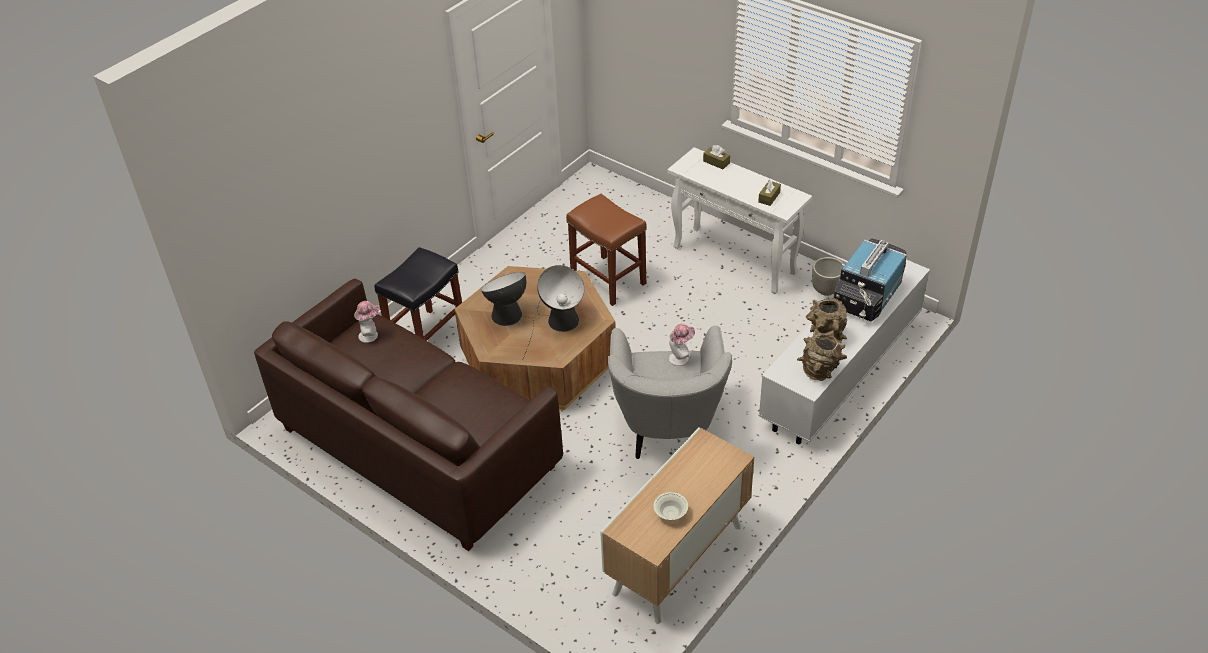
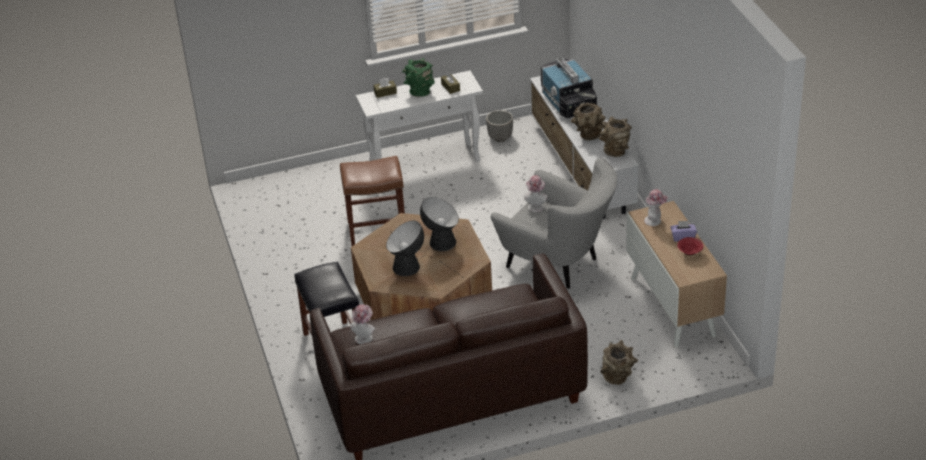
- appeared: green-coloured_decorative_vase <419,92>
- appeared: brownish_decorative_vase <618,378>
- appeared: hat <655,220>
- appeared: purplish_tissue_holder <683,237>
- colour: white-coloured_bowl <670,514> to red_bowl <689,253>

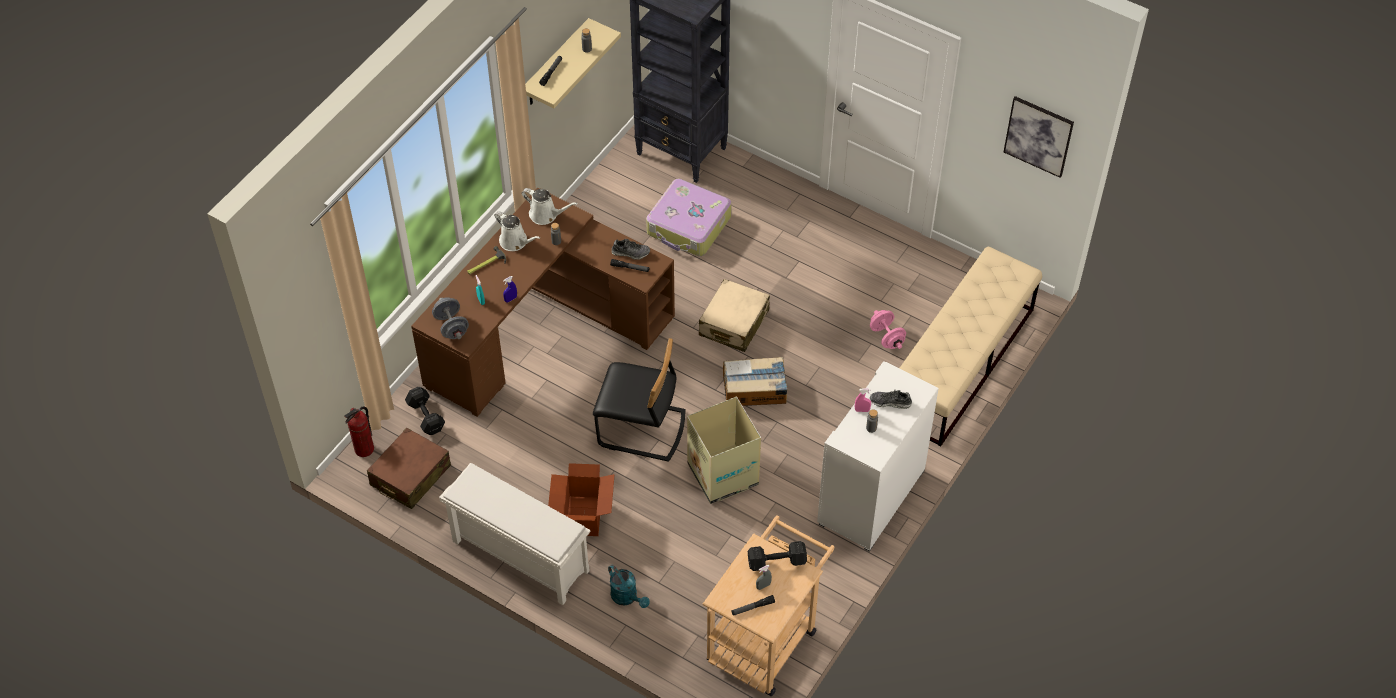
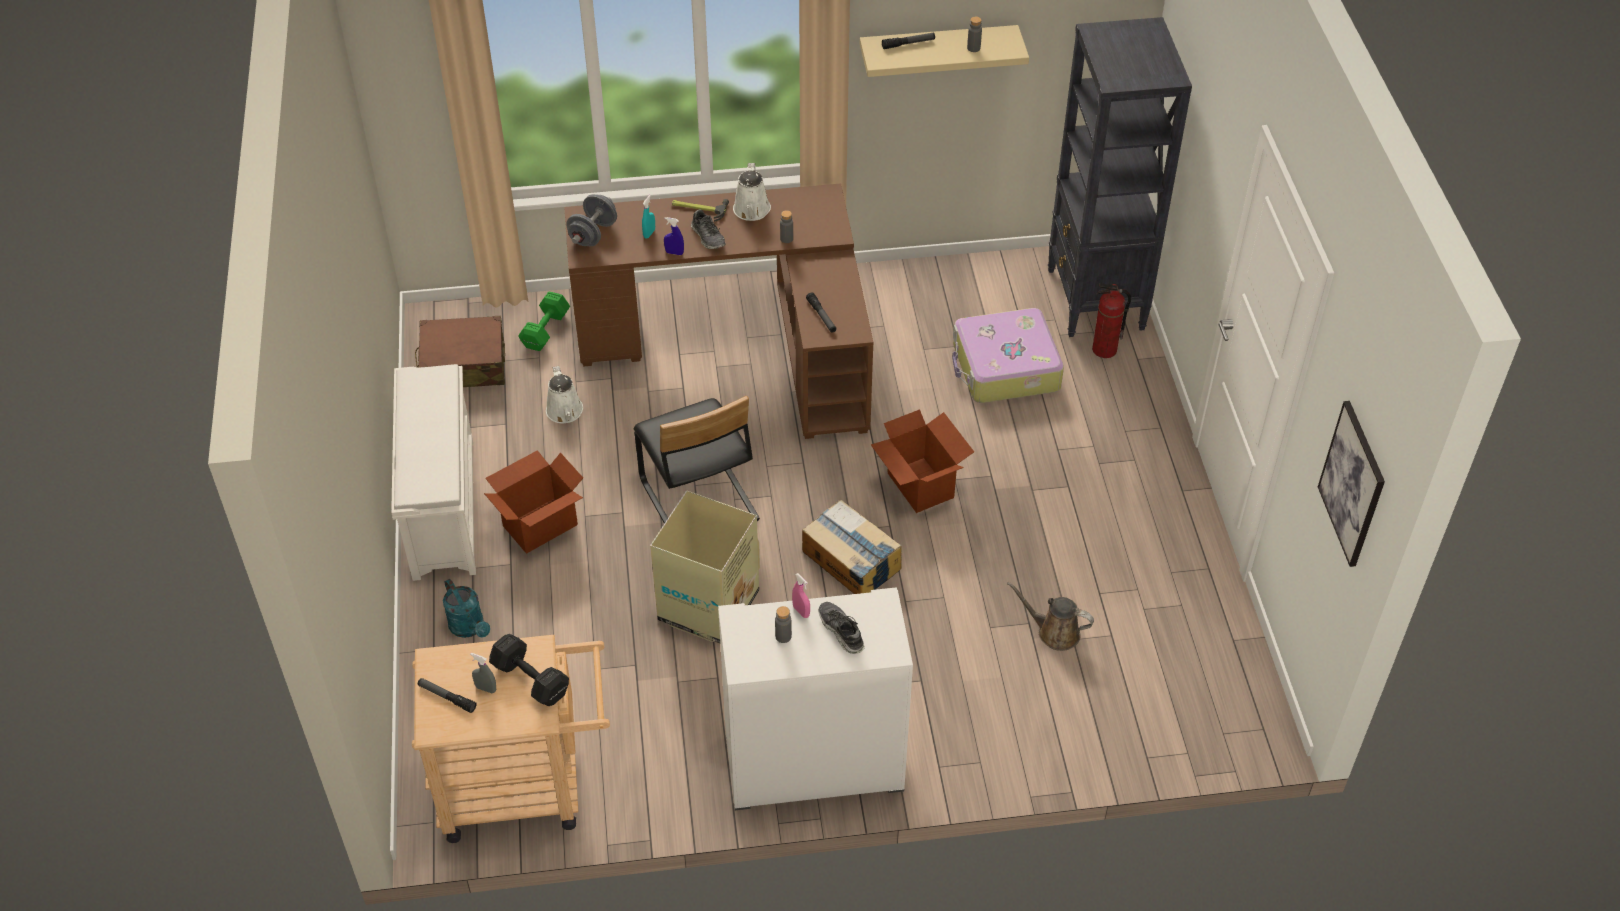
- missing: sand-coloured_bench <960,364>
- relocated: extinguisher <364,449> to <1104,350>
- relocated: white-coloured_watering_can <546,215> to <565,413>
- relocated: item_of_footwear <630,253> to <708,237>
- exchanged: sand-coloured_travel_case <733,323> to packing_box <919,486>
- exchanged: pink_dumbbell <886,337> to brownish_watering_can <1054,632>
- colour: black-coloured_dumbbell <426,415> to green-coloured_dumbbell <546,329>
- spun: blue-green_watering_can <627,597> = <470,628> 45 degrees counterclockwise

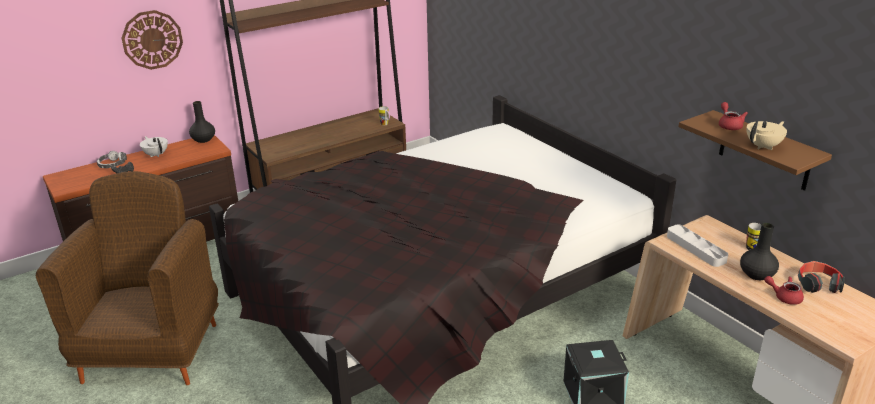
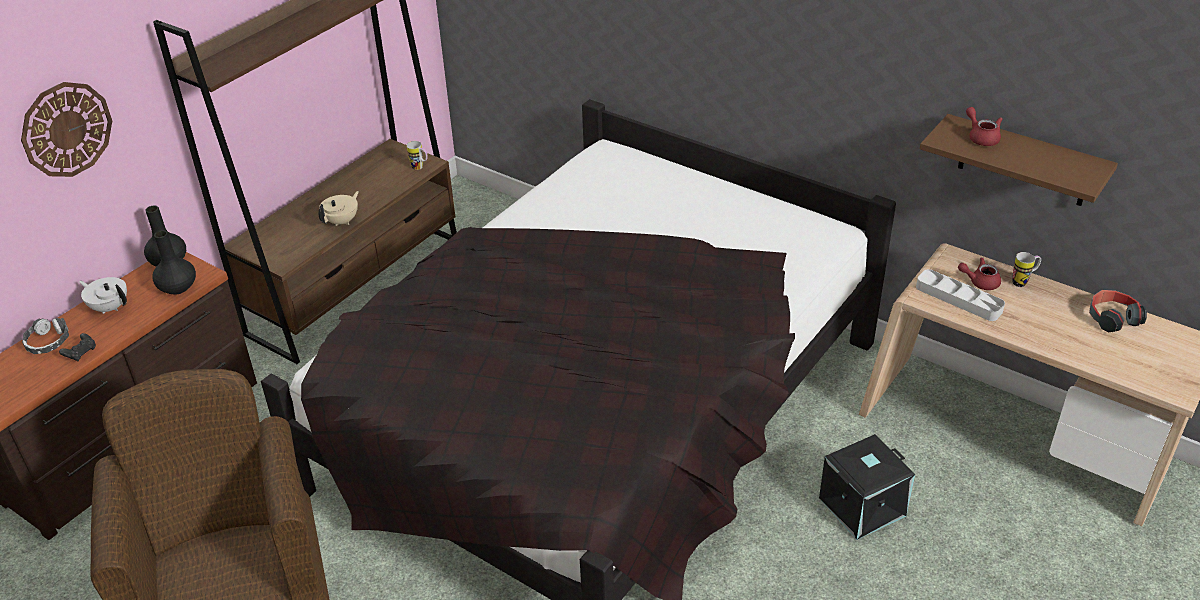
- relocated: black-coloured_decorative_vase <757,275> to <178,287>
- relocated: sand-coloured_tea_pot <763,146> to <342,221>
- relocated: red_tea_pot <784,297> to <979,282>

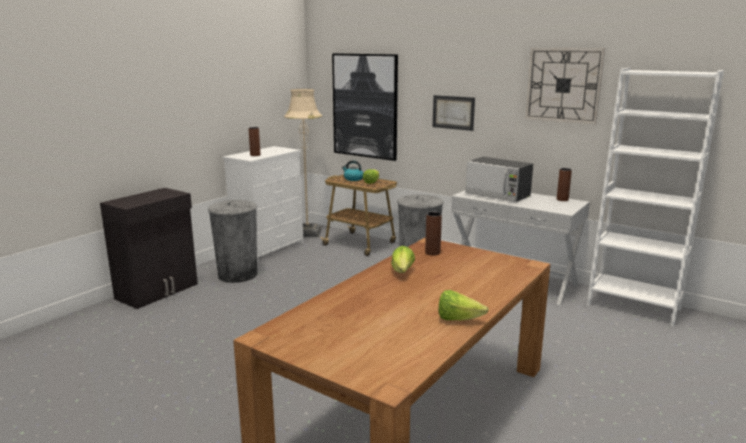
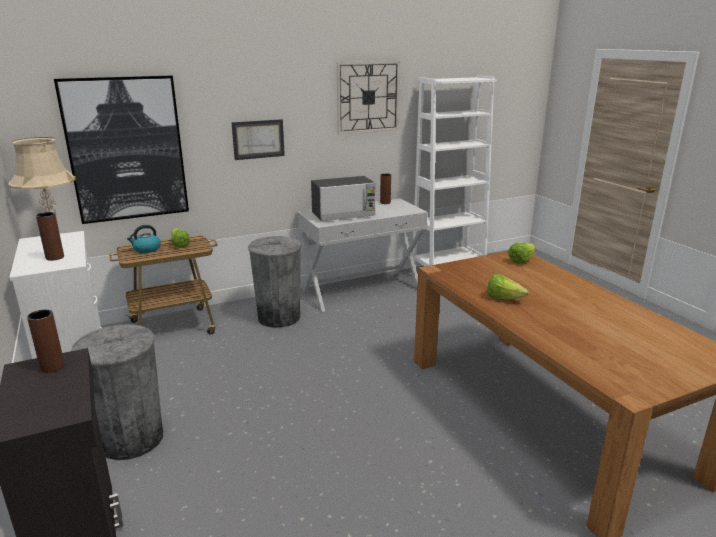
- relocated: brownish_decorative_vase <432,253> to <52,367>
- relocated: head_of_lettuce <458,319> to <521,261>

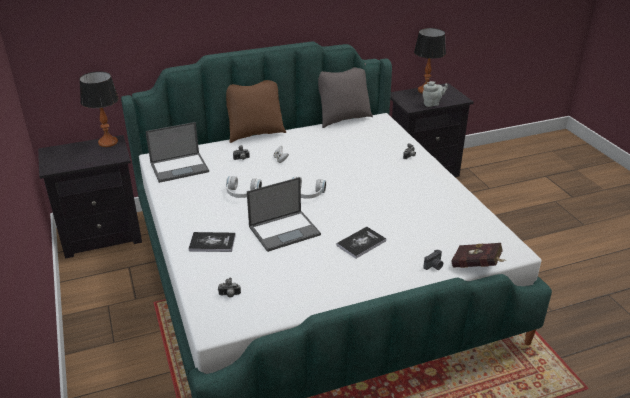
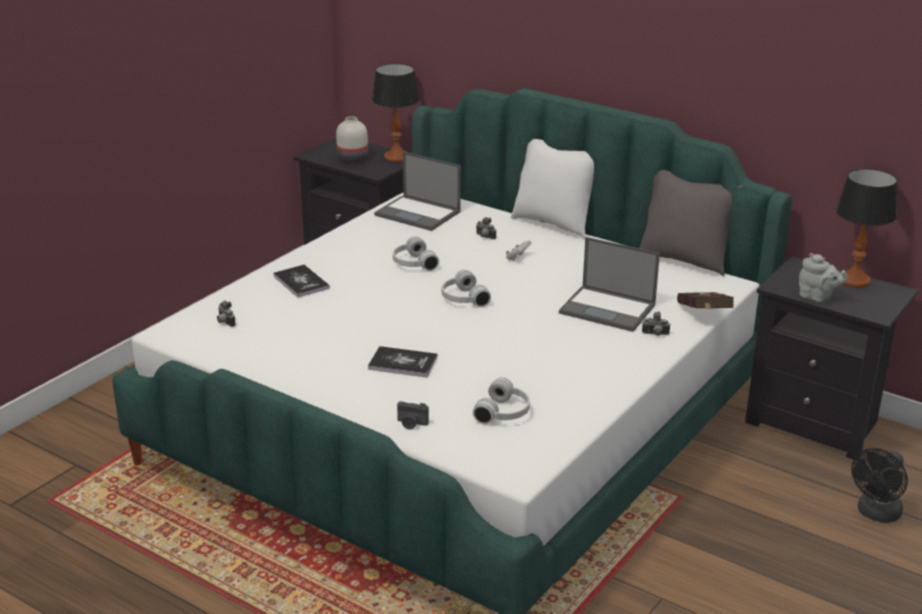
- appeared: white-coloured_decorative_vase <353,159>
- appeared: white-coloured_pair_of_headphones <504,413>
- appeared: black-coloured_cooling_fan <876,514>
- relocated: laptop <285,230> to <608,309>
- relocated: red_bound_book <477,266> to <703,316>
- colour: brownish_throw_pillow <255,134> to white-coloured_throw_pillow <553,223>

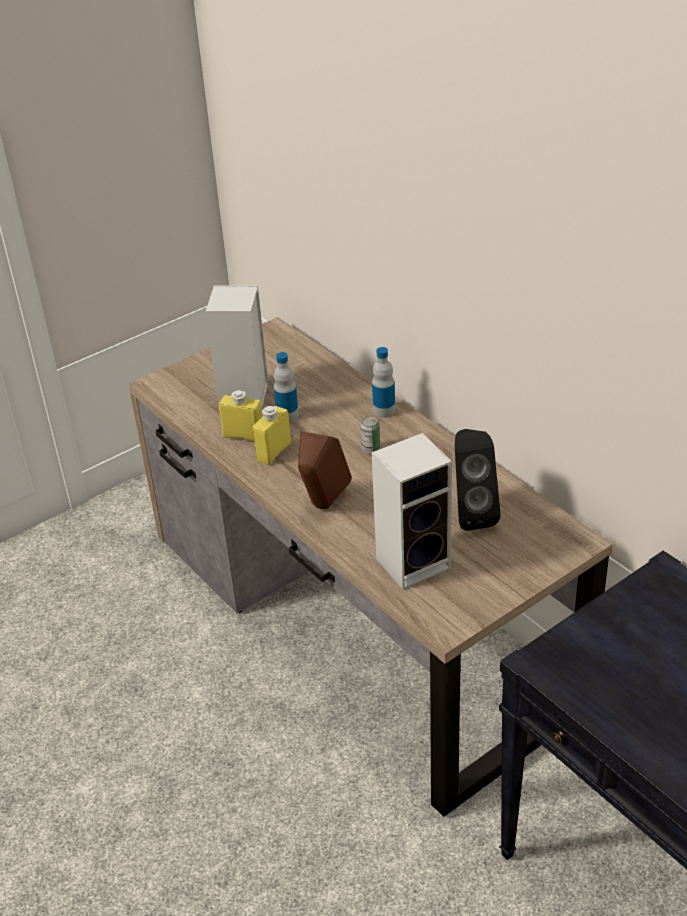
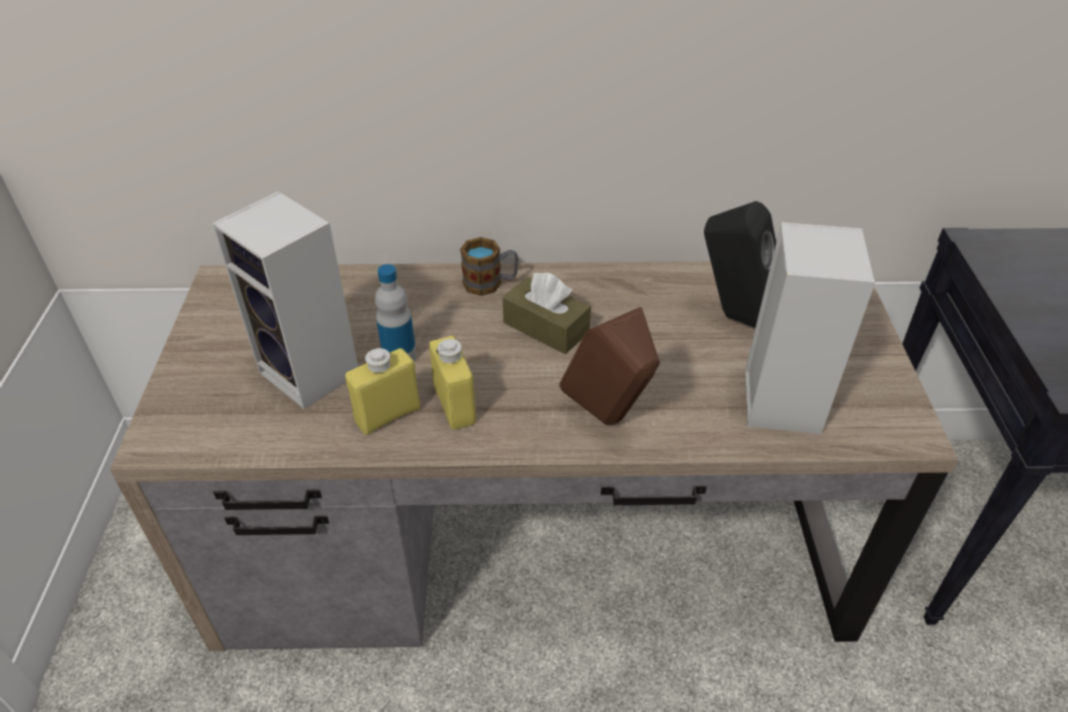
- exchanged: can <371,449> to brownish_tissue_holder <546,327>
- exchanged: drink_bottle <384,411> to coffee_mug <490,283>

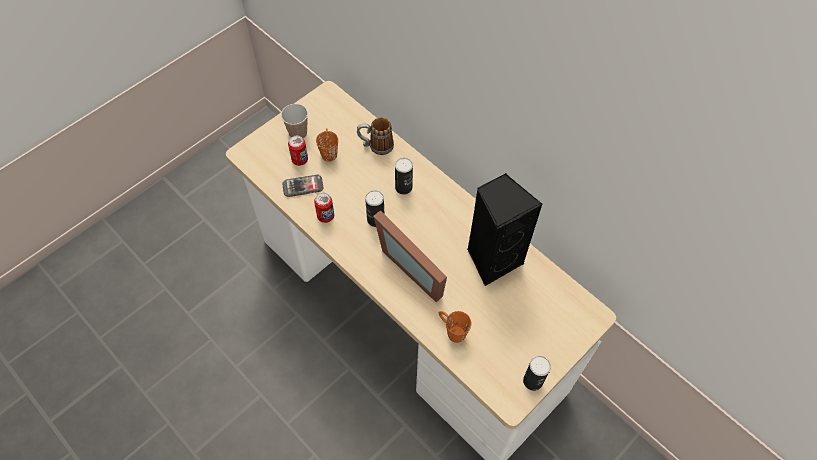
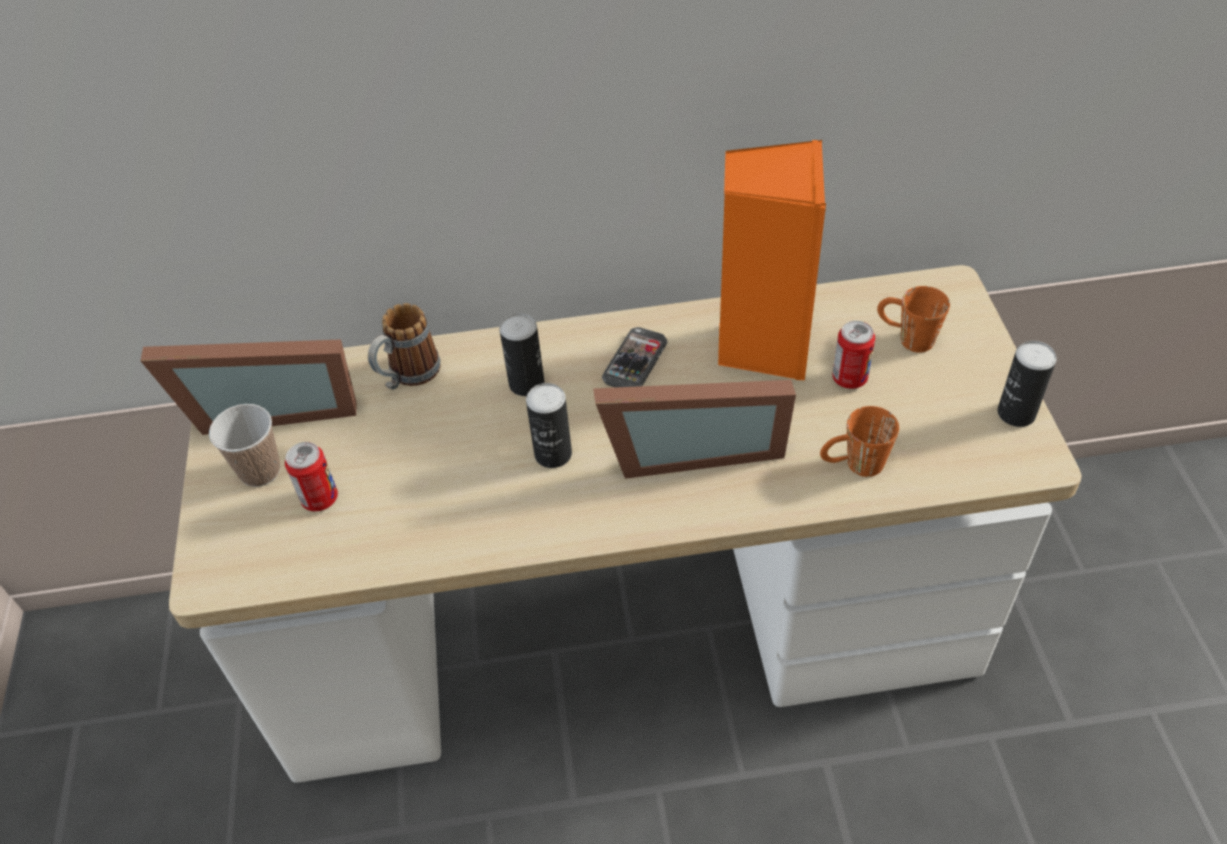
- appeared: photo_frame <272,407>
- relocated: telephone <303,186> to <635,361>
- relocated: can <325,216> to <849,378>
- relocated: orange_coffee_mug <328,151> to <906,337>
- colour: black-coloured_speaker <492,259> to orange_speaker <762,345>

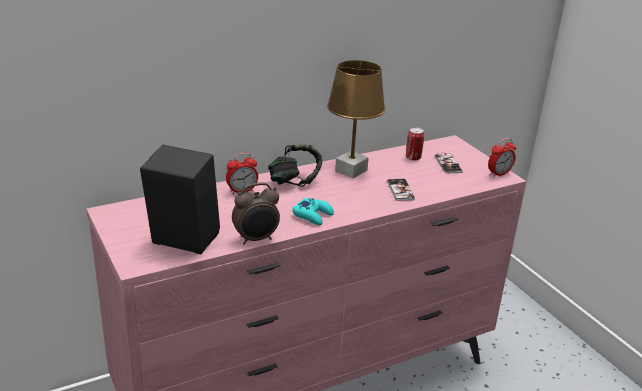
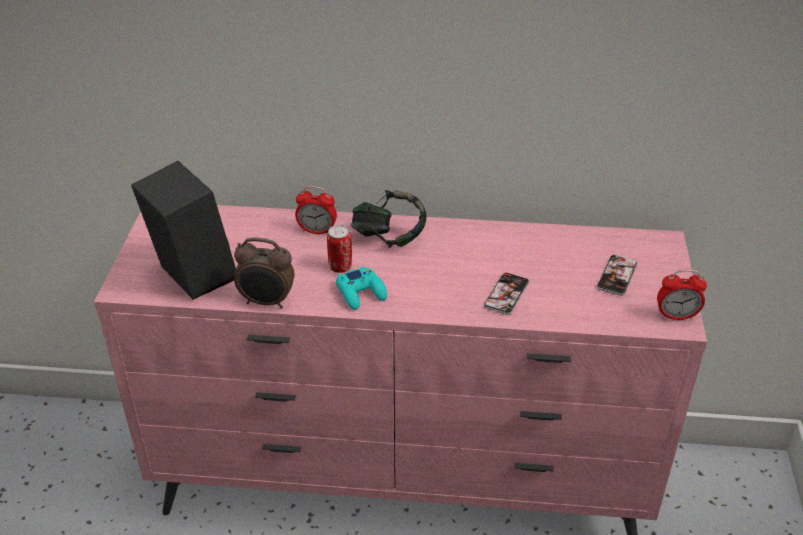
- missing: brownish_tabletop_lamp <351,171>
- relocated: can <413,158> to <340,267>

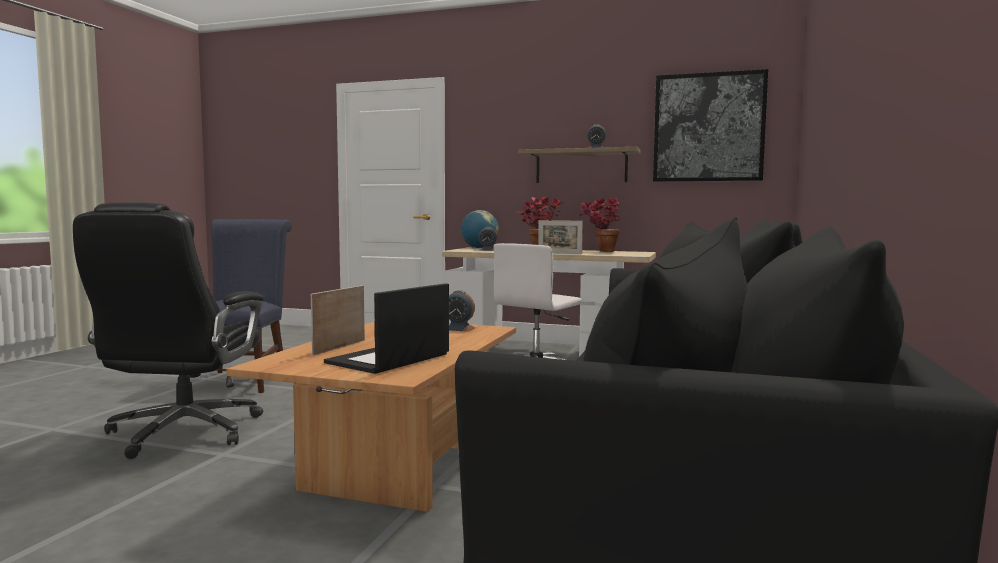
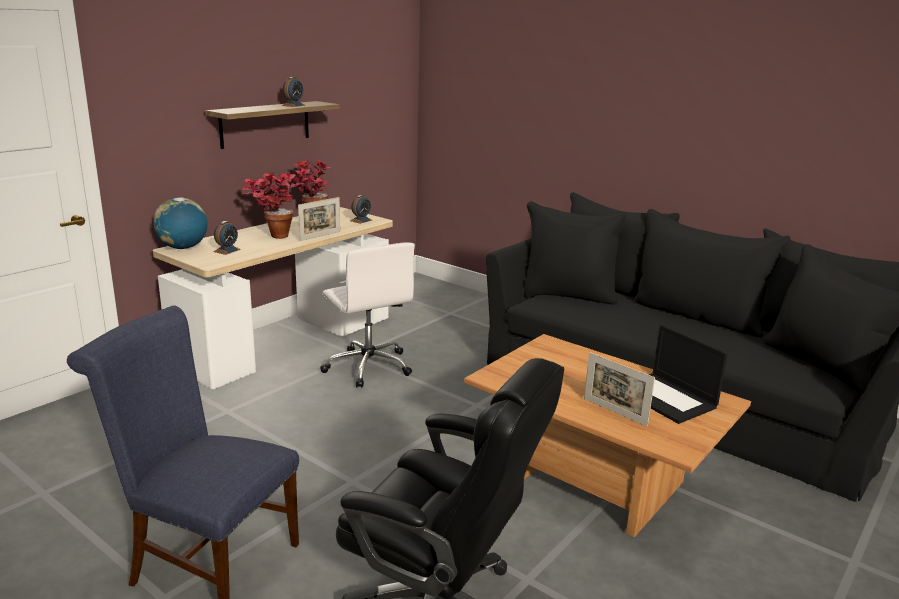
- missing: picture <708,127>
- relocated: bedside_clock <459,328> to <361,220>

